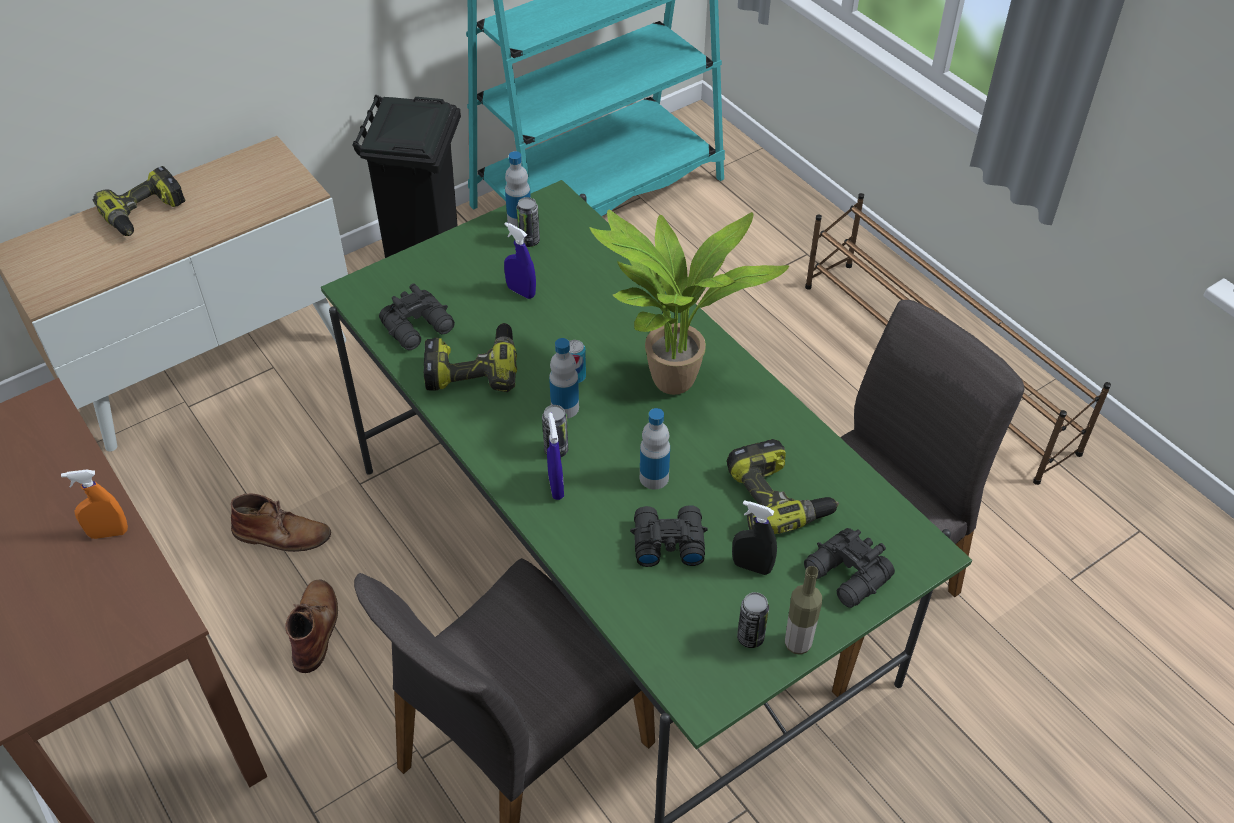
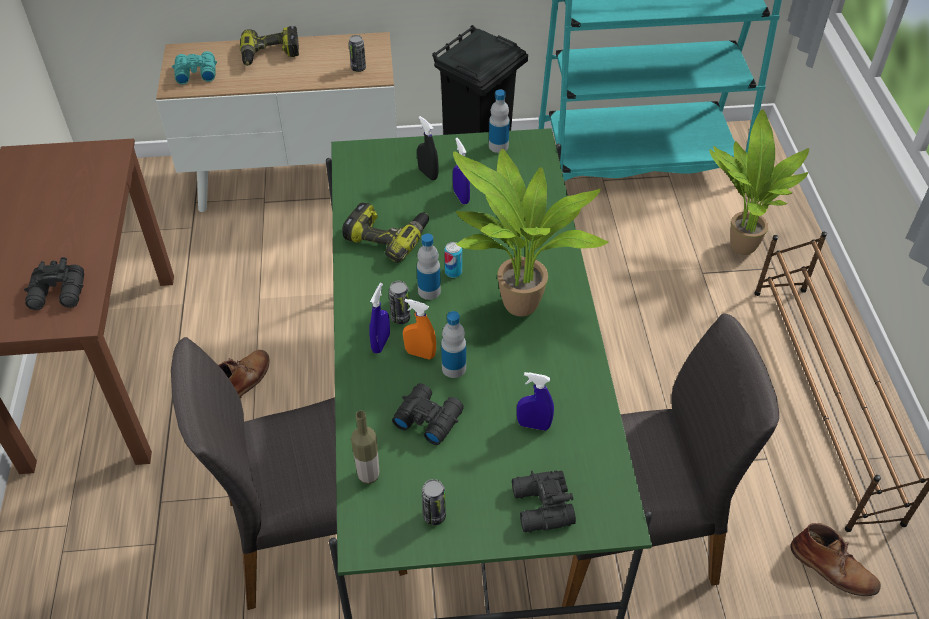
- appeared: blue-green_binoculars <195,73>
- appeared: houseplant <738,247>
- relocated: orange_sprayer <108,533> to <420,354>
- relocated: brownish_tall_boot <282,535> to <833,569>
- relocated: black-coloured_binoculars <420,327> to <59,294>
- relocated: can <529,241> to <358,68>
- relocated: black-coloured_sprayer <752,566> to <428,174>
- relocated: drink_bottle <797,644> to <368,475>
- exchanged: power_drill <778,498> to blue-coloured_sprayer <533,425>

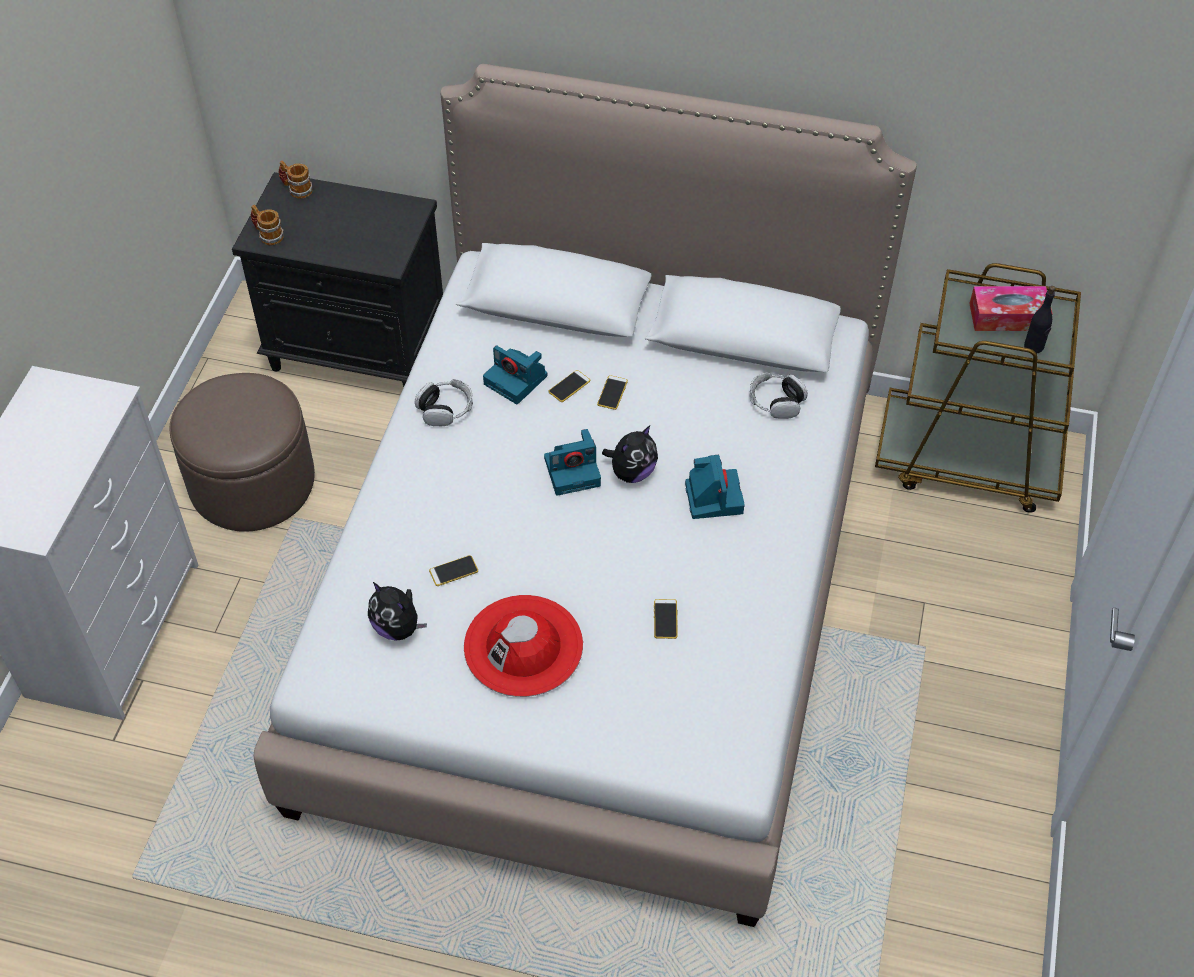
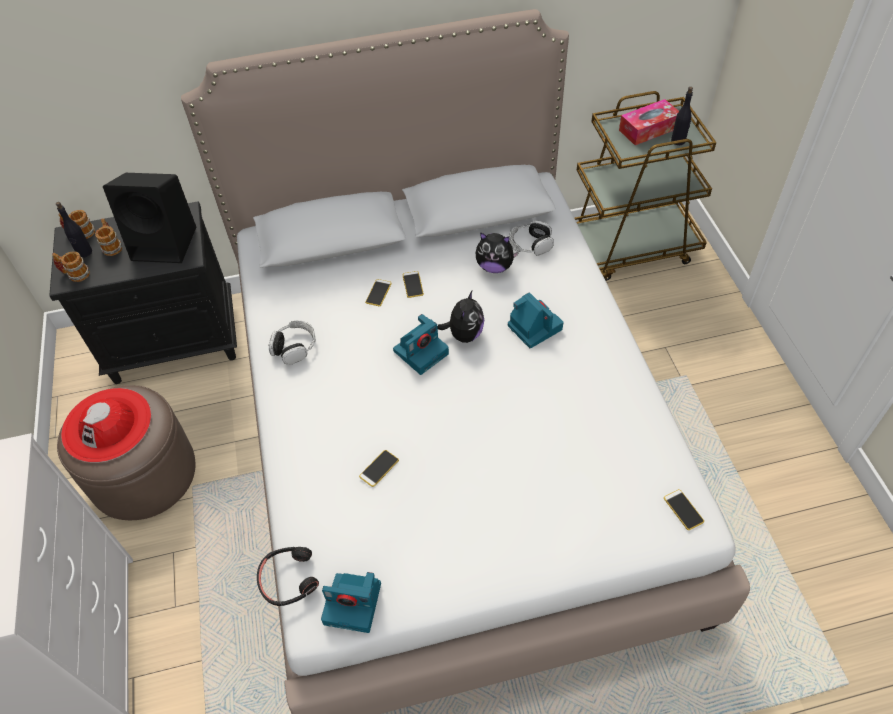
- appeared: black-coloured_drink_bottle <84,252>
- appeared: coffee_mug <112,246>
- appeared: black-coloured_speaker <166,243>
- appeared: black-coloured_pair_of_headphones <288,579>
- relocated: plush_toy <398,627> to <495,267>
- relocated: red_hat <523,646> to <107,425>
- relocated: photo_camera <517,380> to <354,603>
- relocated: telephone <665,619> to <683,510>

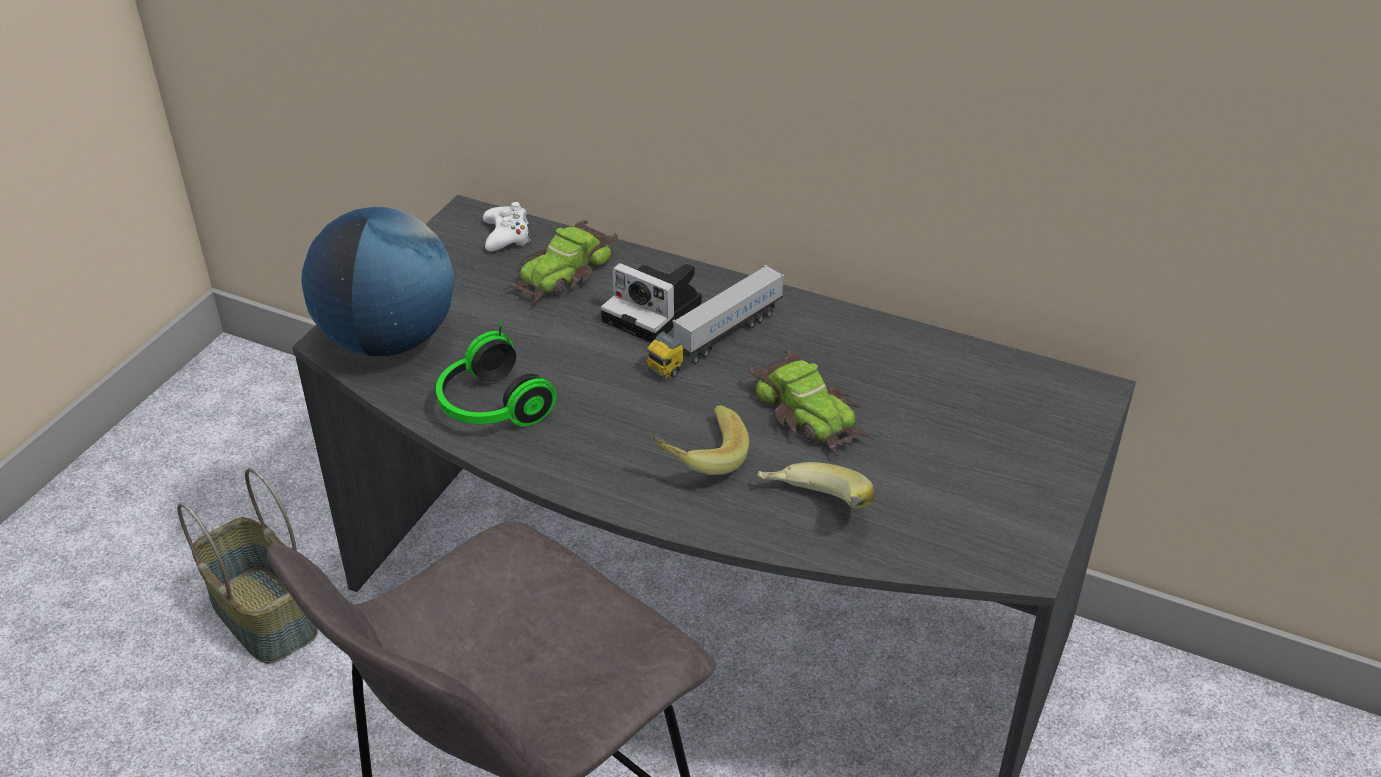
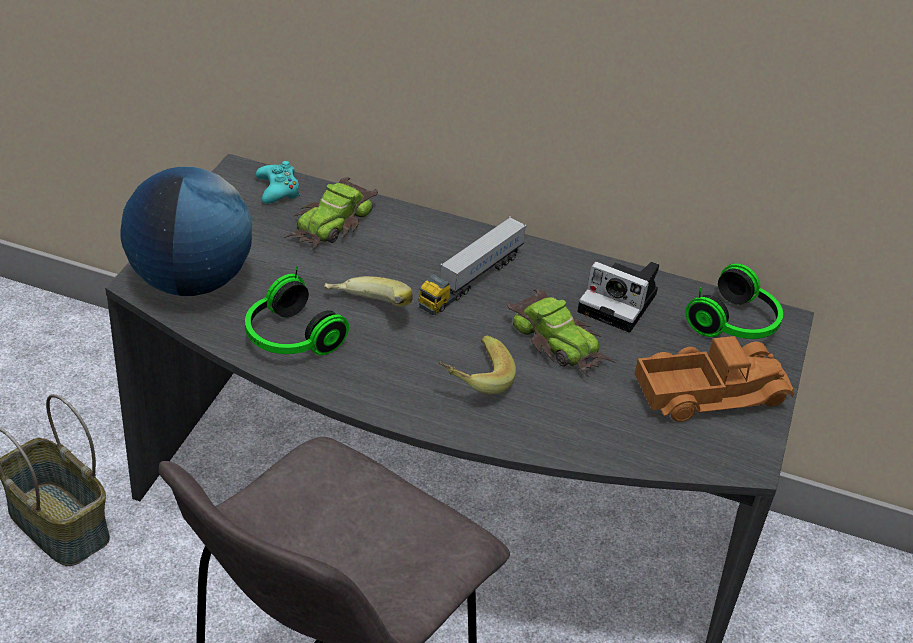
- appeared: model_truck <709,391>
- appeared: pair_of_headphones <736,324>
- relocated: photo_camera <656,312> to <620,303>
- relocated: banana <813,509> to <367,311>
- colour: white-coloured_game_controller <507,235> to blue-green_game_controller <278,190>

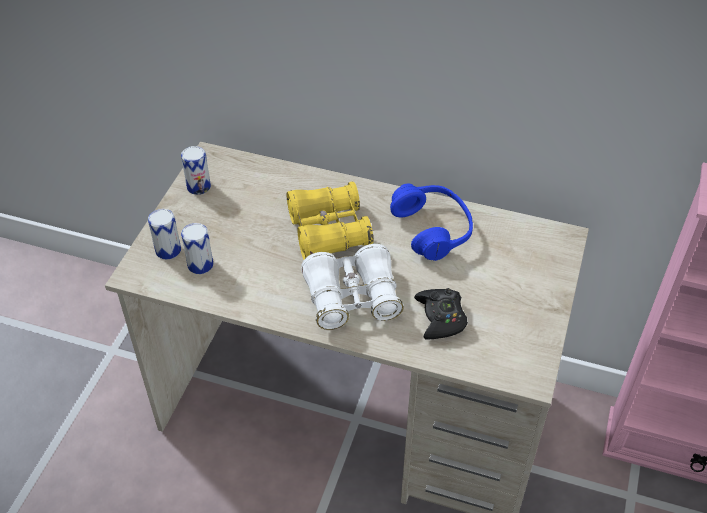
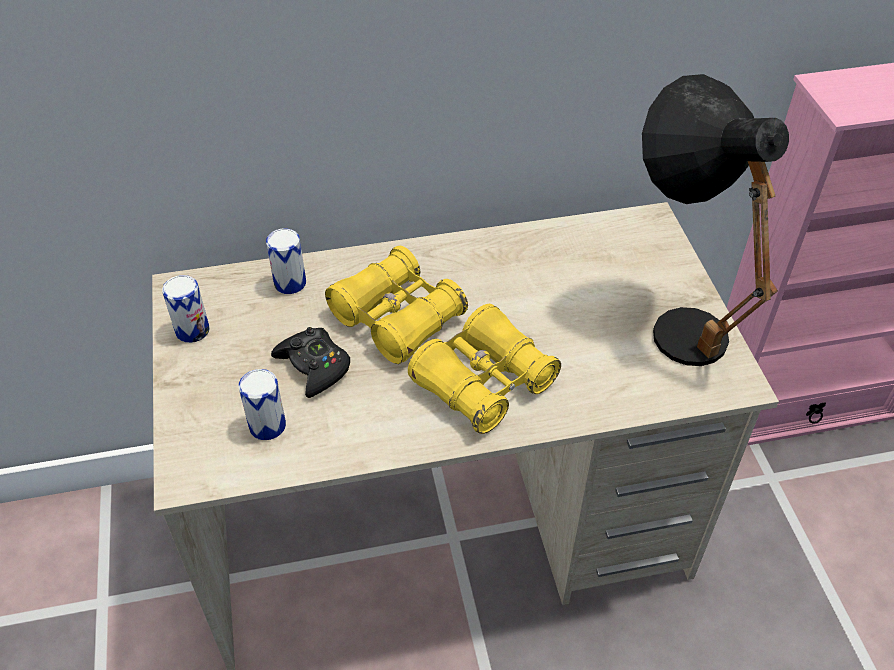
- missing: blue-coloured_pair_of_headphones <432,229>
- appeared: black-coloured_tabletop_lamp <676,318>
- relocated: can <168,250> to <290,283>
- relocated: black-coloured_game_controller <440,318> to <314,366>
- colour: white-coloured_binoculars <352,298> to yellow_binoculars <483,383>

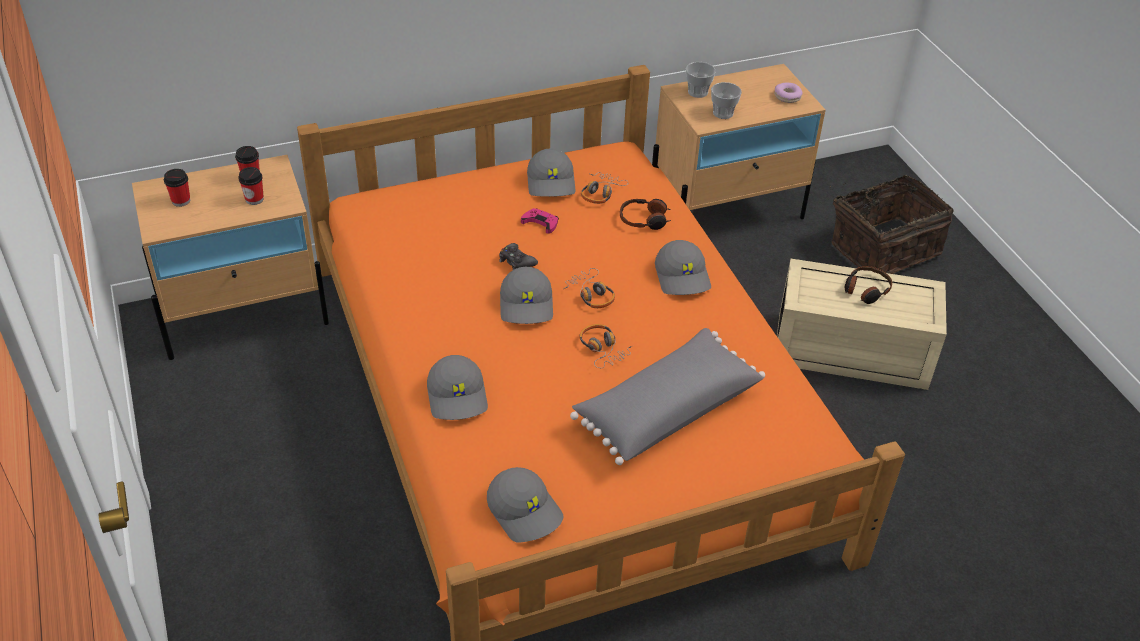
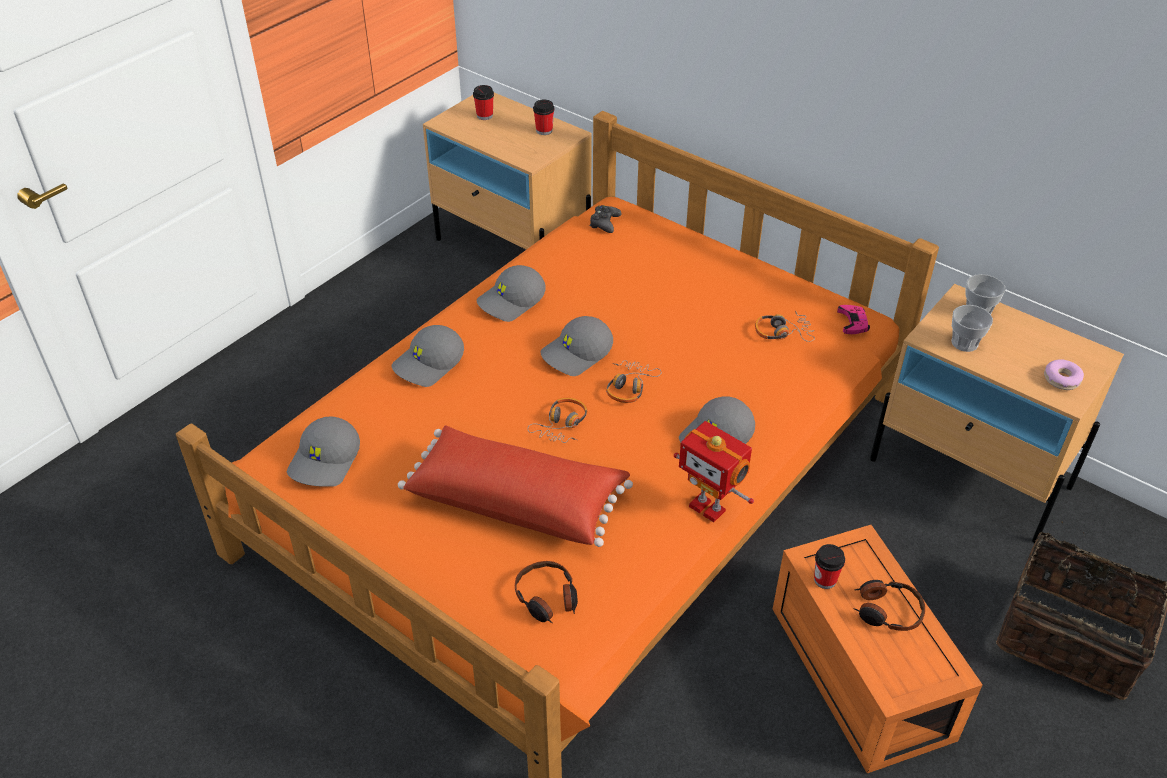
- appeared: toy_robot <708,507>
- relocated: drinking_cup <254,199> to <825,580>
- relocated: black-coloured_game_controller <516,262> to <604,223>
- relocated: pink_game_controller <540,223> to <853,322>
- relocated: grey_peaked_cap <552,182> to <511,301>
- relocated: pair_of_headphones <644,220> to <547,598>
- colour: grey_throw_pillow <665,409> to red_throw_pillow <517,500>
- colour: sand-coloured_storage_box <849,352> to orange_storage_box <856,670>

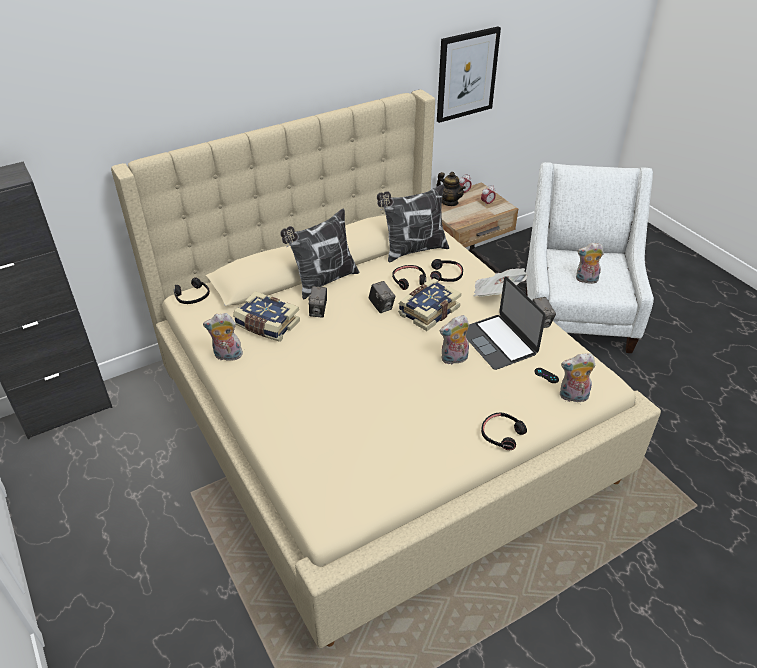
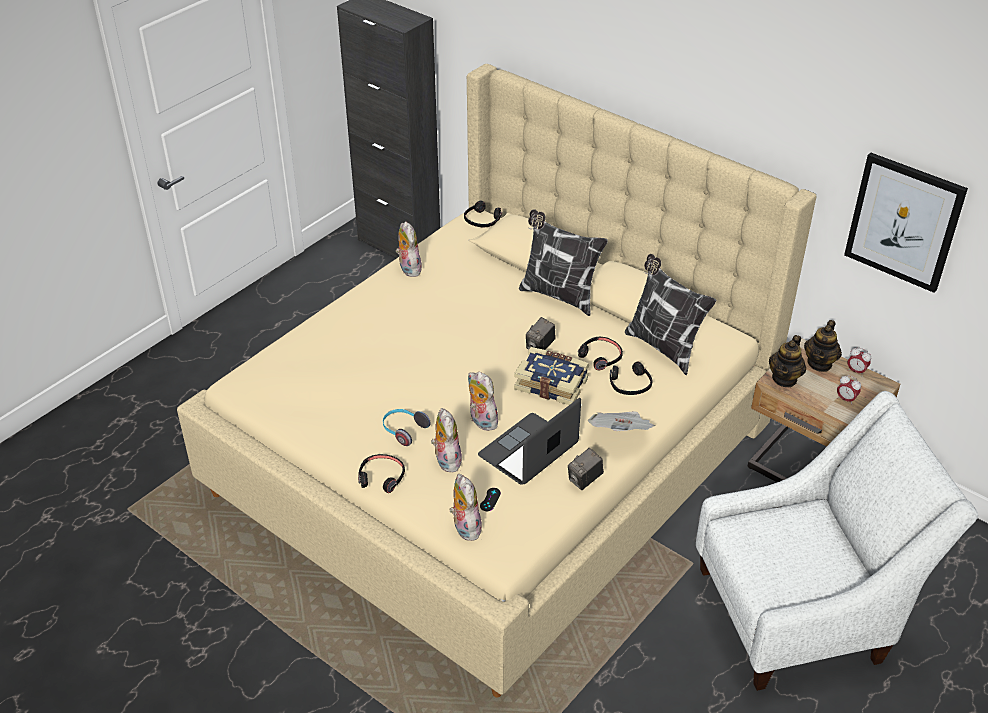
- missing: bound_book <267,325>
- missing: photo_camera <318,311>
- appeared: pair_of_headphones <403,430>
- appeared: tea_pot <784,378>
- relocated: plush_toy <586,280> to <446,460>

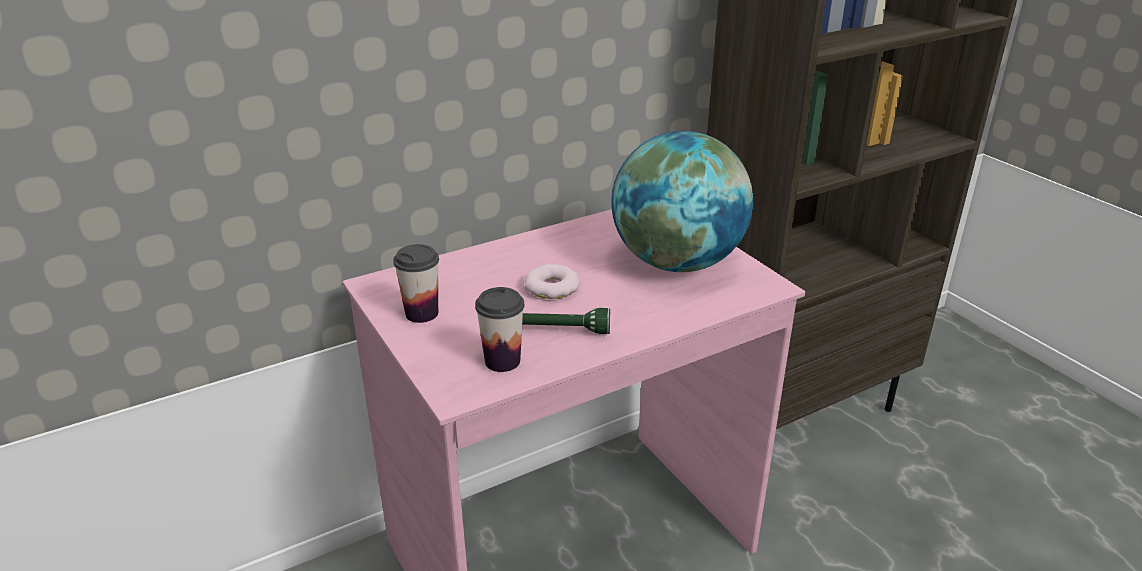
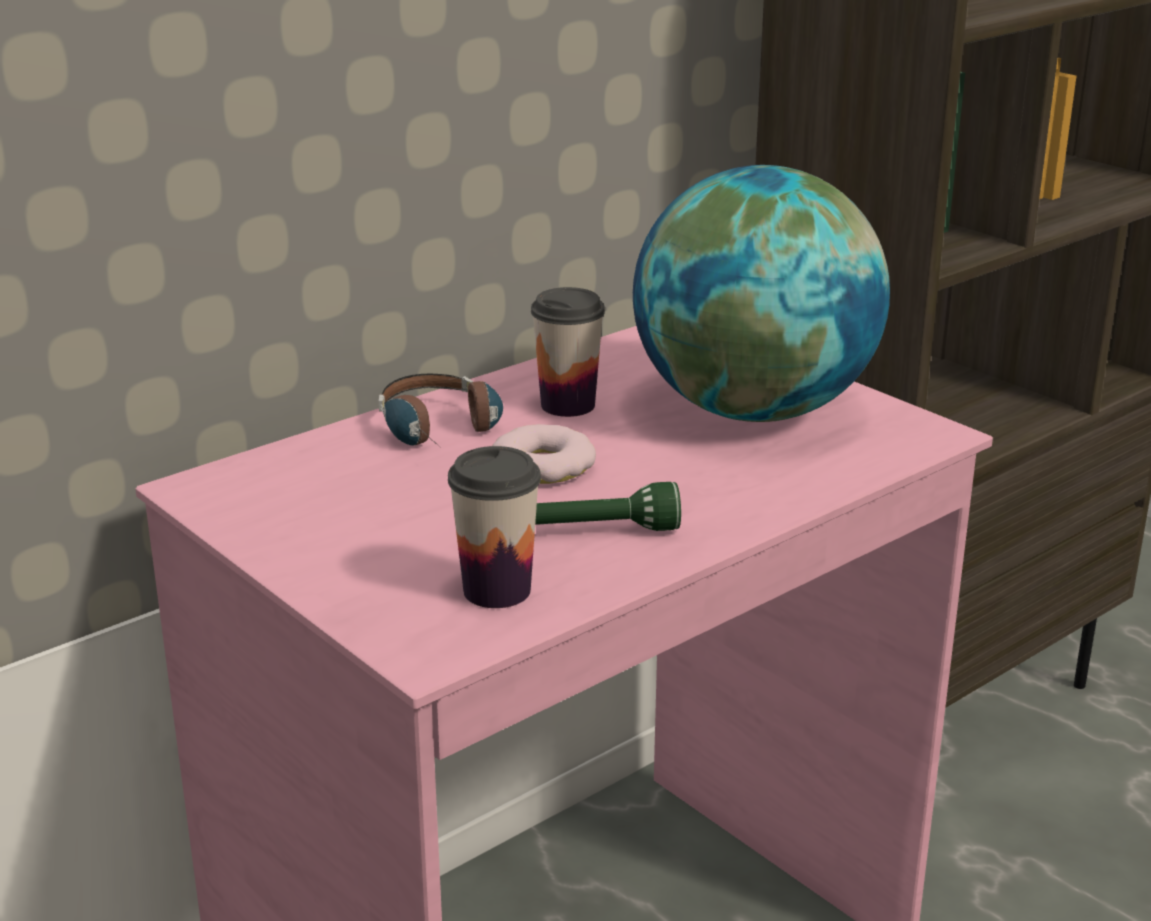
- appeared: pair_of_headphones <444,433>
- relocated: drinking_cup <422,313> to <568,405>

